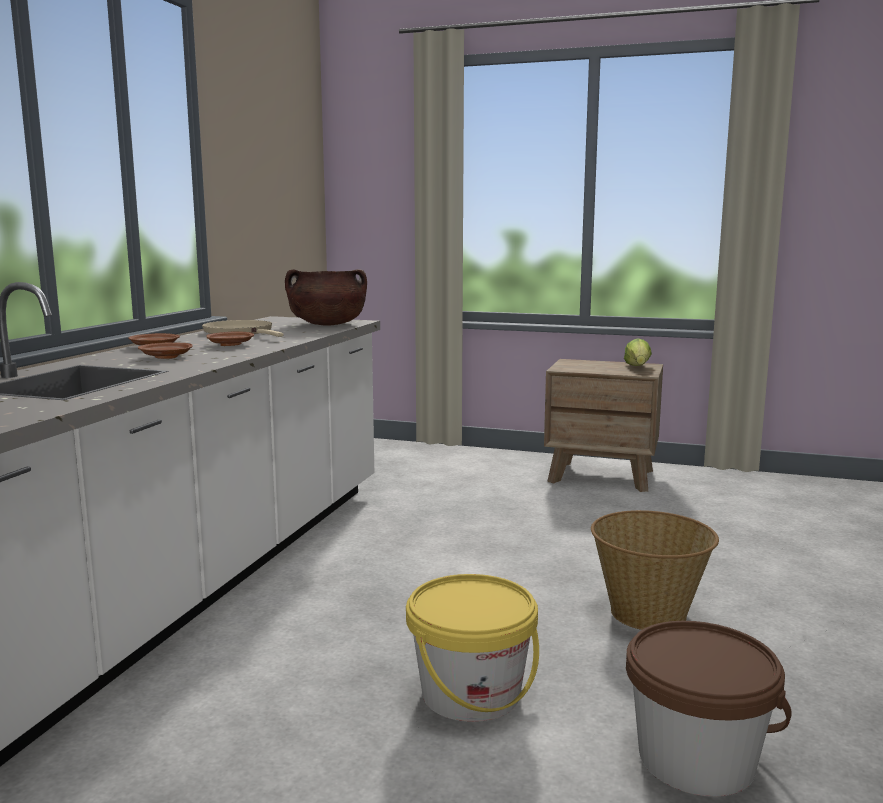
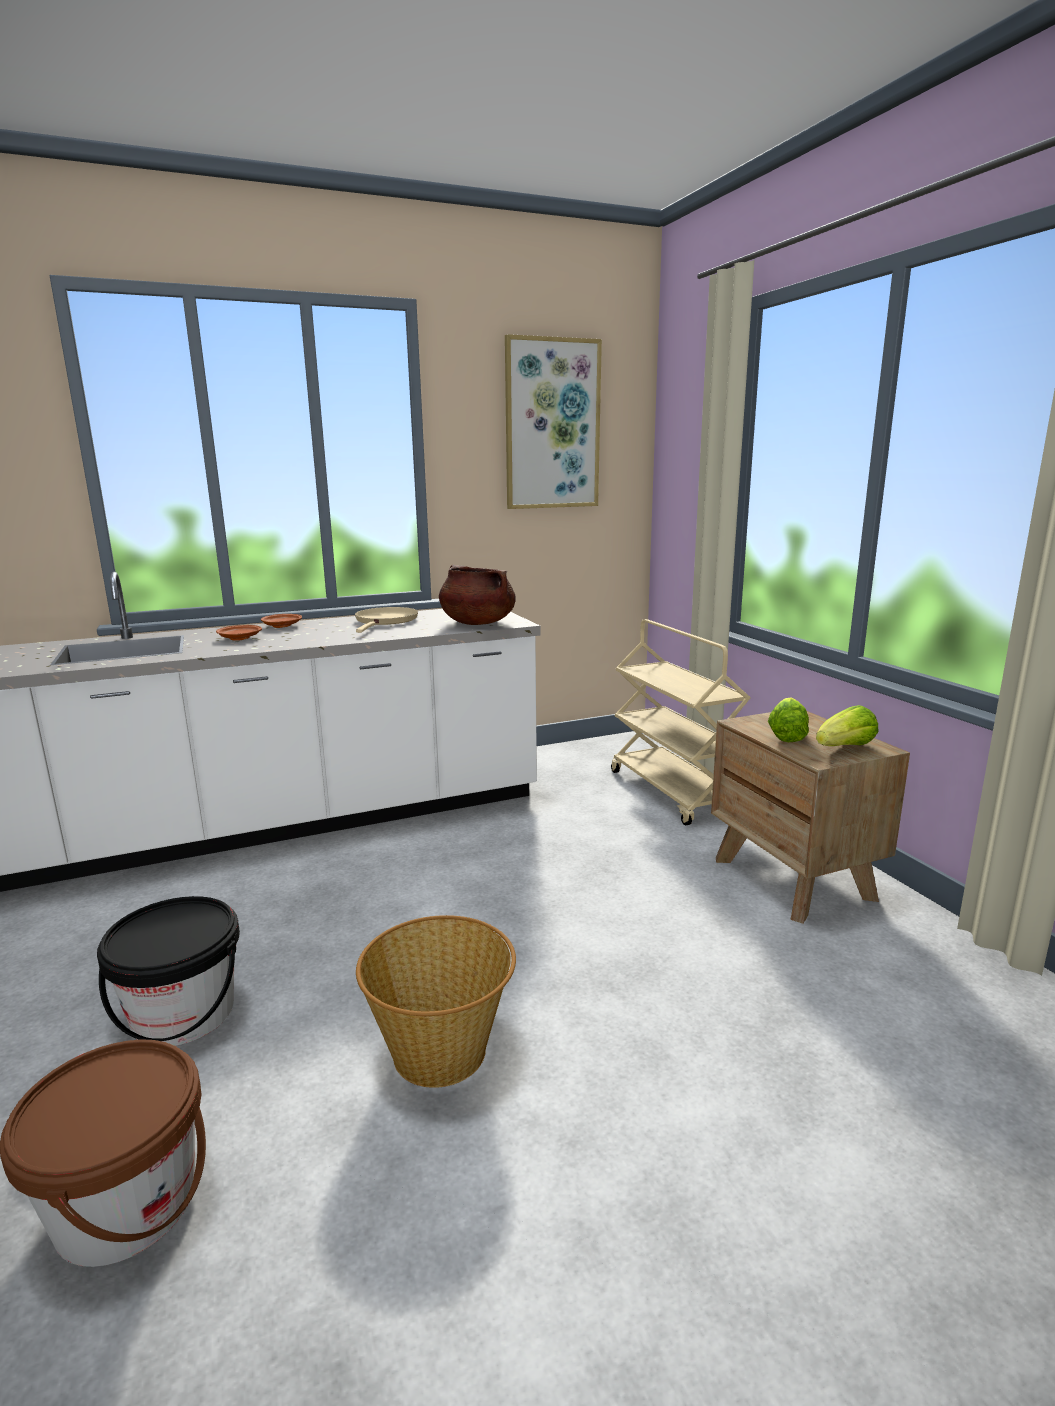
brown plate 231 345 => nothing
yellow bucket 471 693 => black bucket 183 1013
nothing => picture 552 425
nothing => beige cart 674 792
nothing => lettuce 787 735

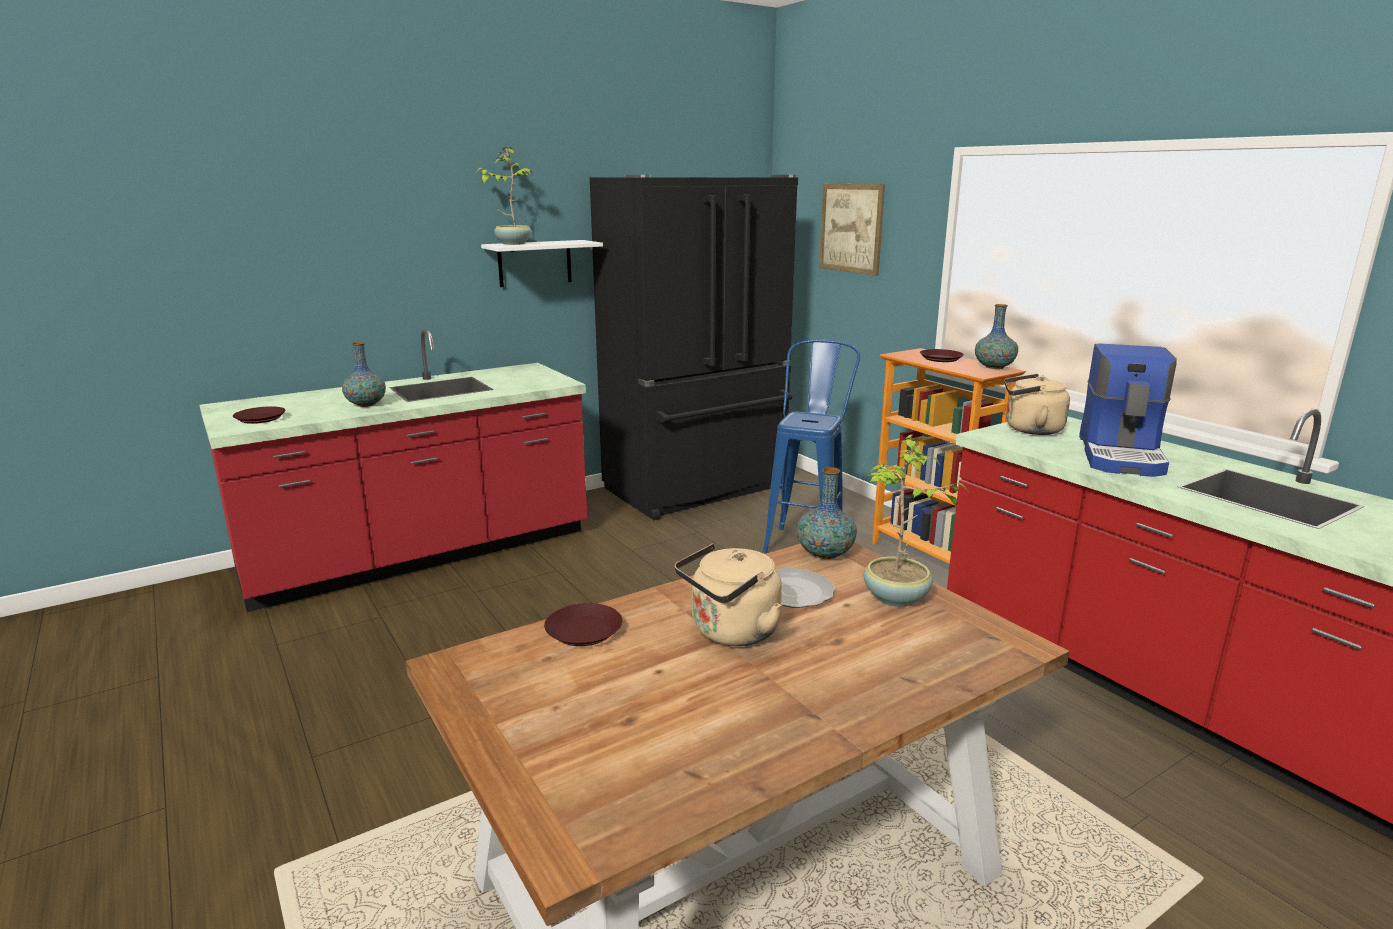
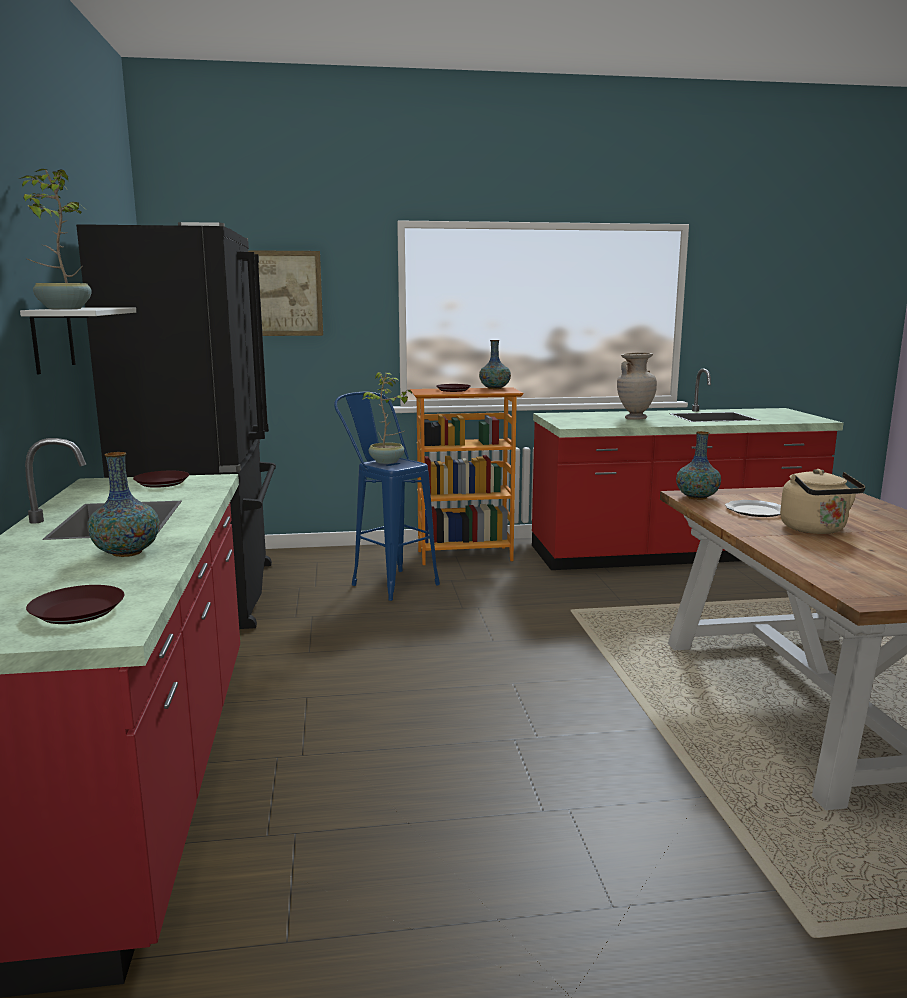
coffee machine 1122 456 => beige vase 634 418
beige kettle 1029 429 => nothing
potted plant 896 598 => potted plant 387 461, move
brown plate 583 631 => brown plate 161 483, move

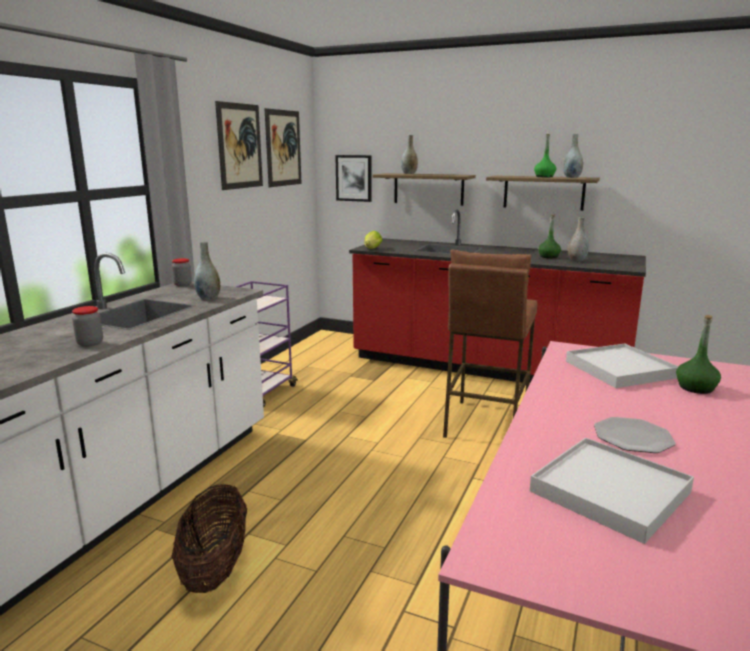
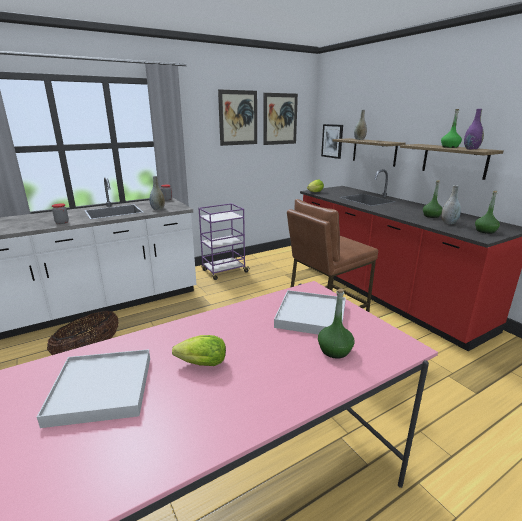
grey vase 572 177 => purple vase 471 149
plate 633 437 => lettuce 199 364
nothing => green bottle 485 231

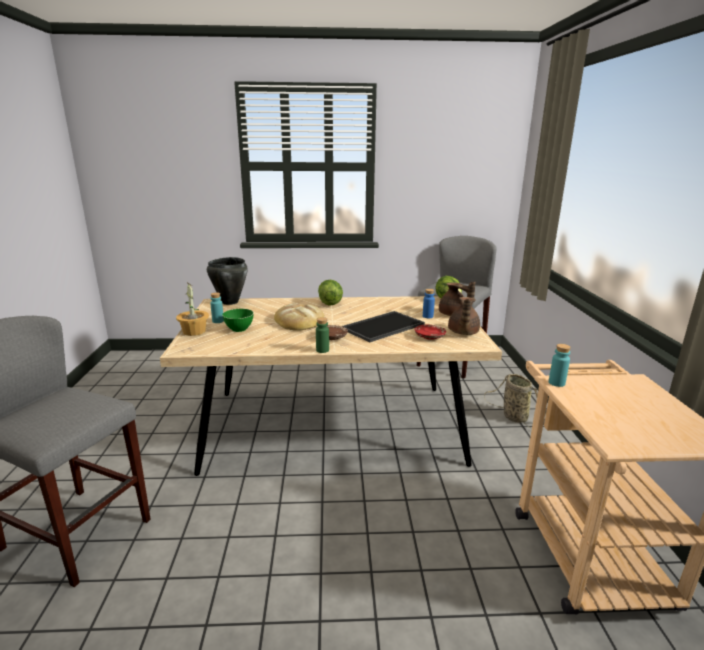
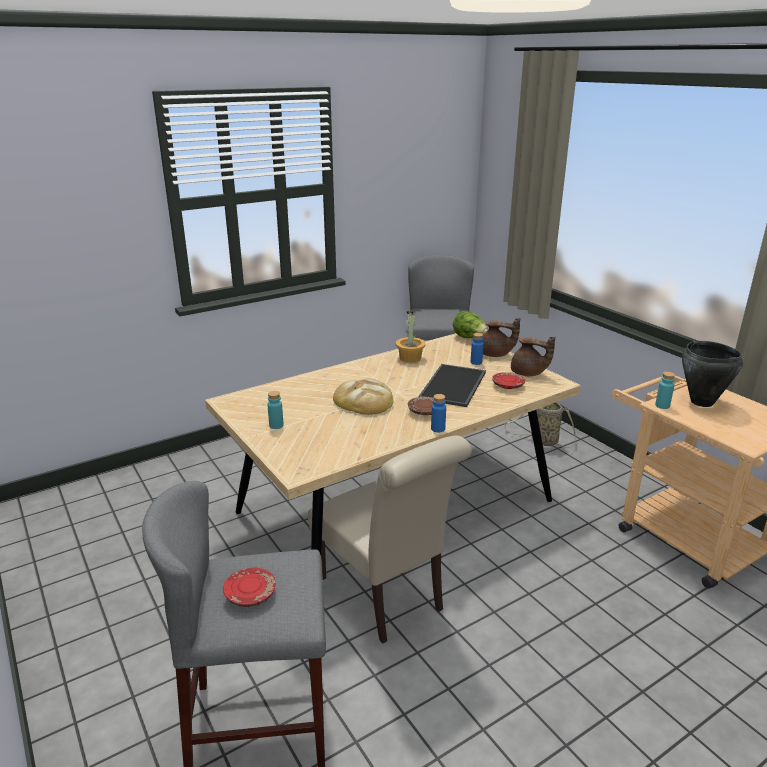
black cooking pot 229 302 => black cooking pot 701 402, move
lettuce 330 303 => nothing
potted plant 194 331 => potted plant 410 358, move
brown teapot 462 332 => brown teapot 528 373, 45 degrees counterclockwise
green bowl 239 329 => nothing
green bottle 322 350 => blue bottle 438 429
nothing => beige chair 385 597
nothing => red plate 250 594

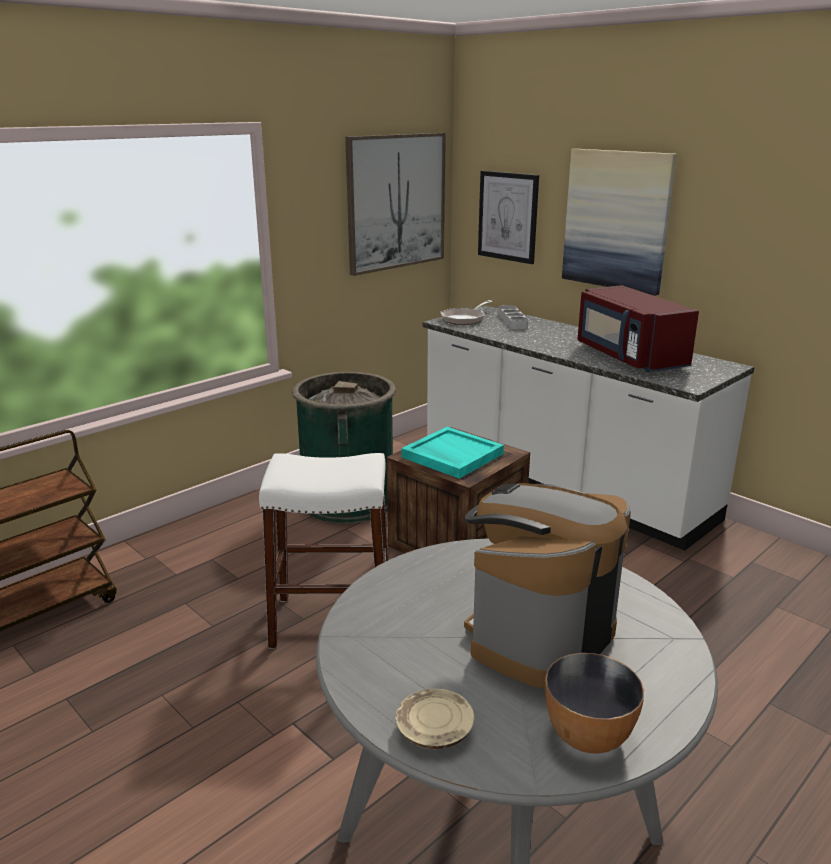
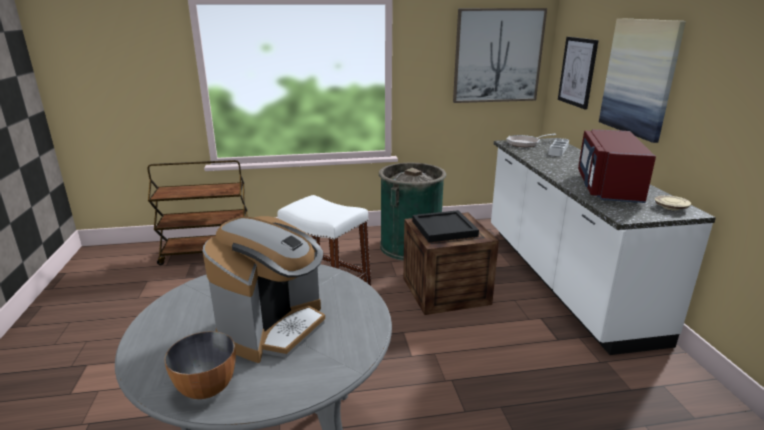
turquoise tray 451 455 => black tray 443 228
coffee machine 538 635 => coffee machine 274 327, 135 degrees clockwise
beige plate 434 730 => beige plate 670 207, move

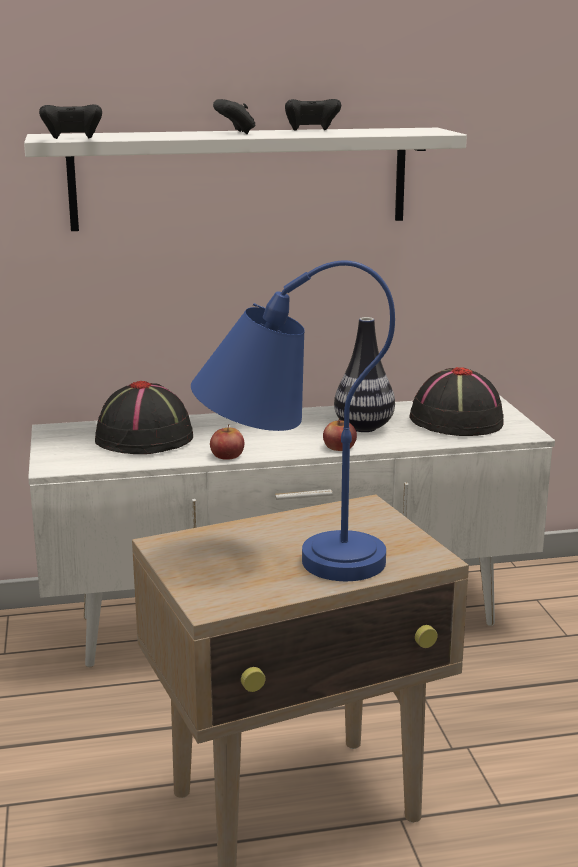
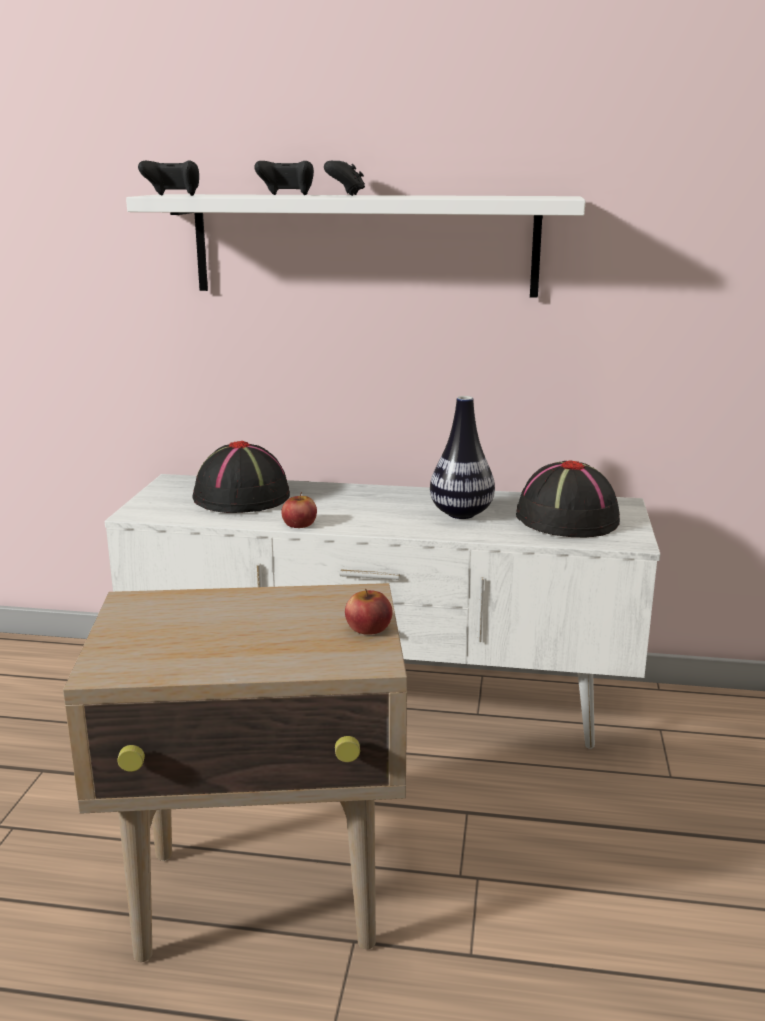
black game controller 311 131 => black game controller 287 195, move
blue table lamp 286 555 => nothing
apple 339 447 => apple 368 627, move

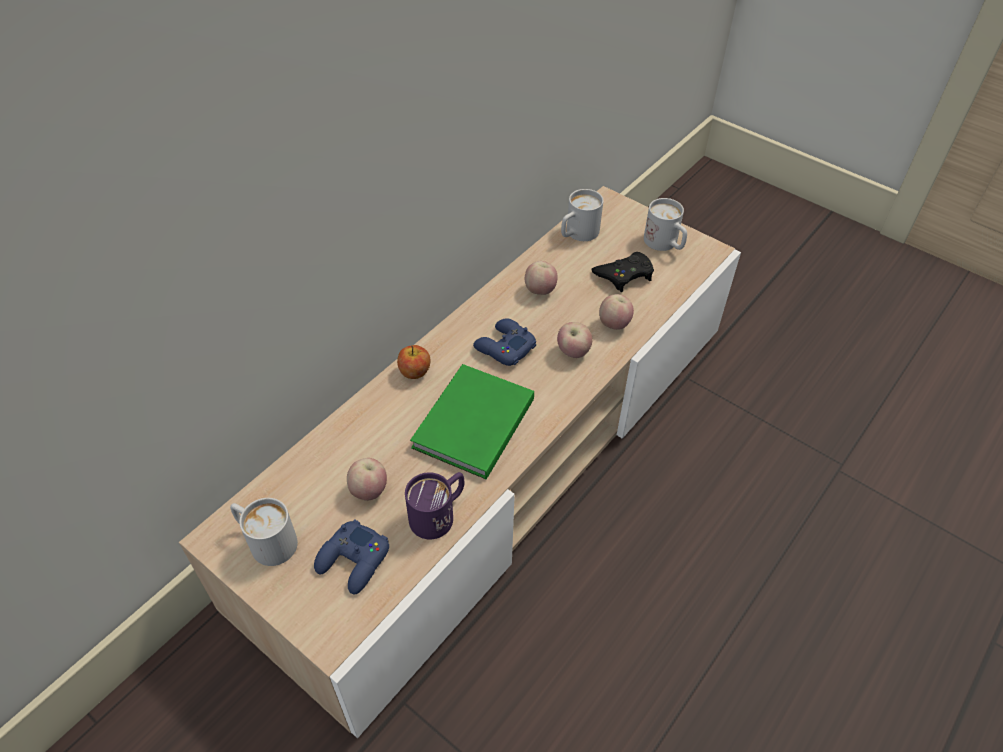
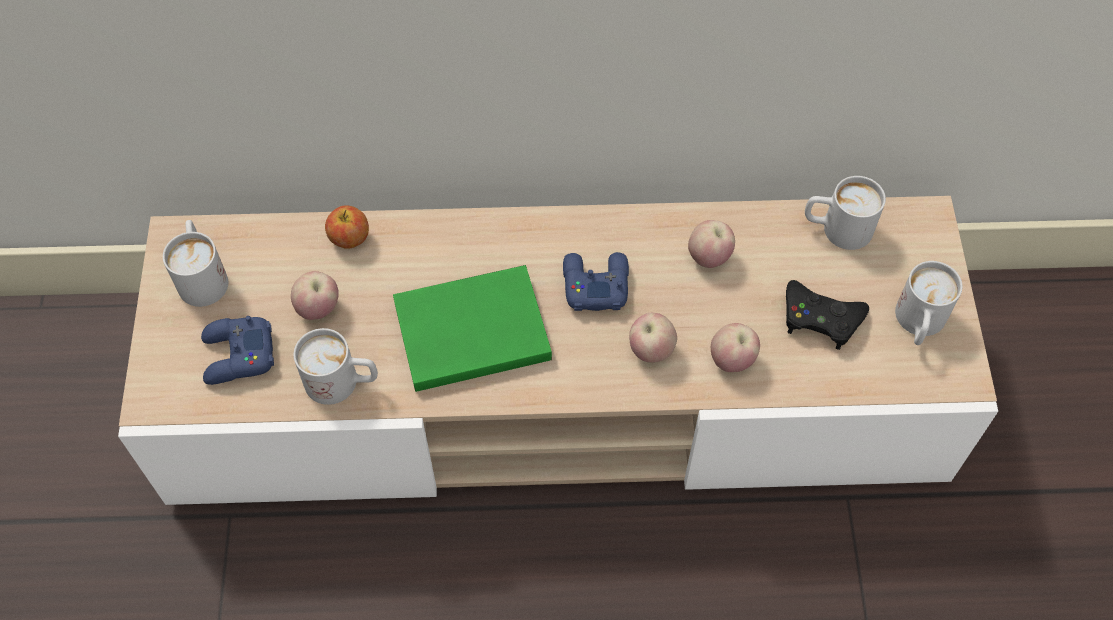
apple 415 372 => apple 349 238, move
purple mug 439 514 => white mug 342 382

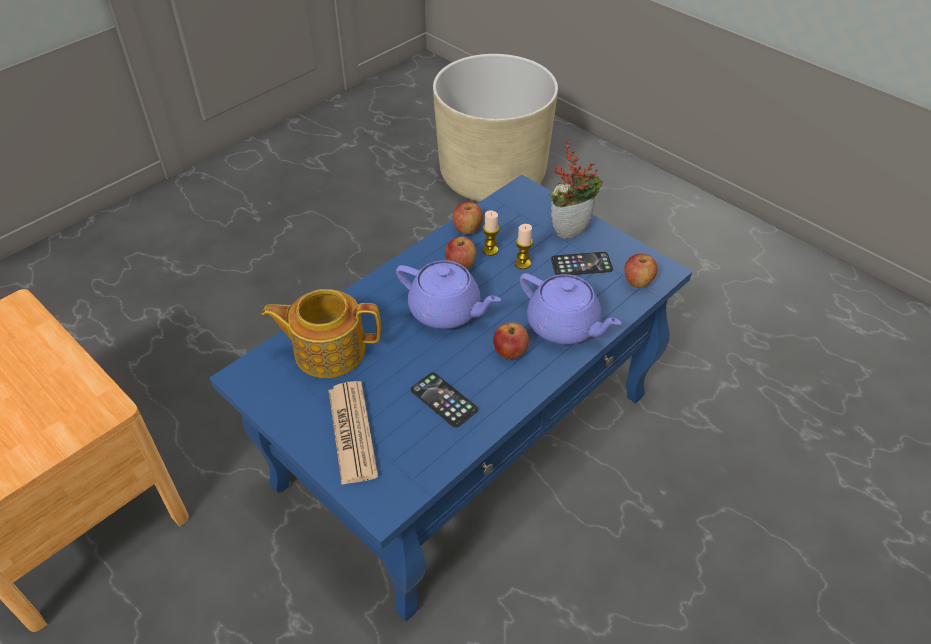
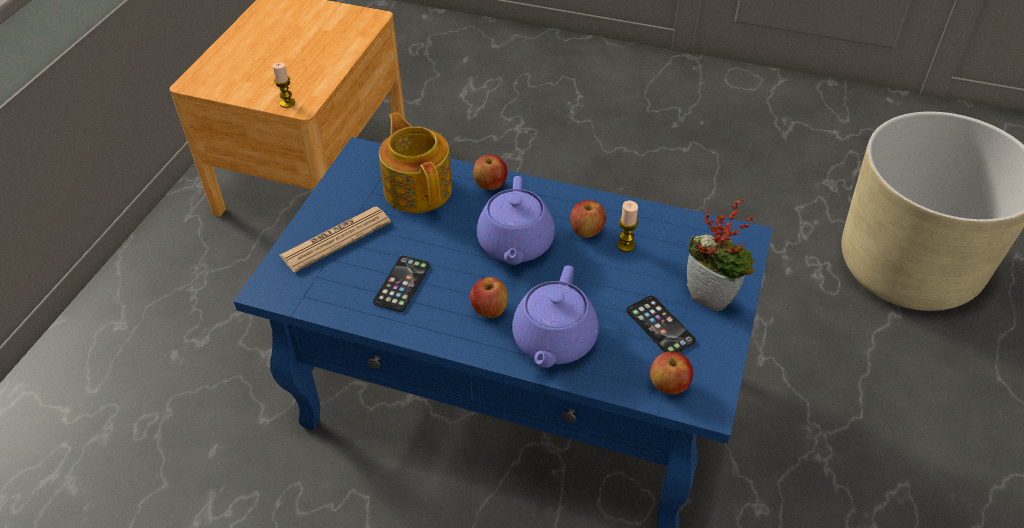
apple 467 229 => apple 490 185, move
candle 522 263 => candle 287 103, move

